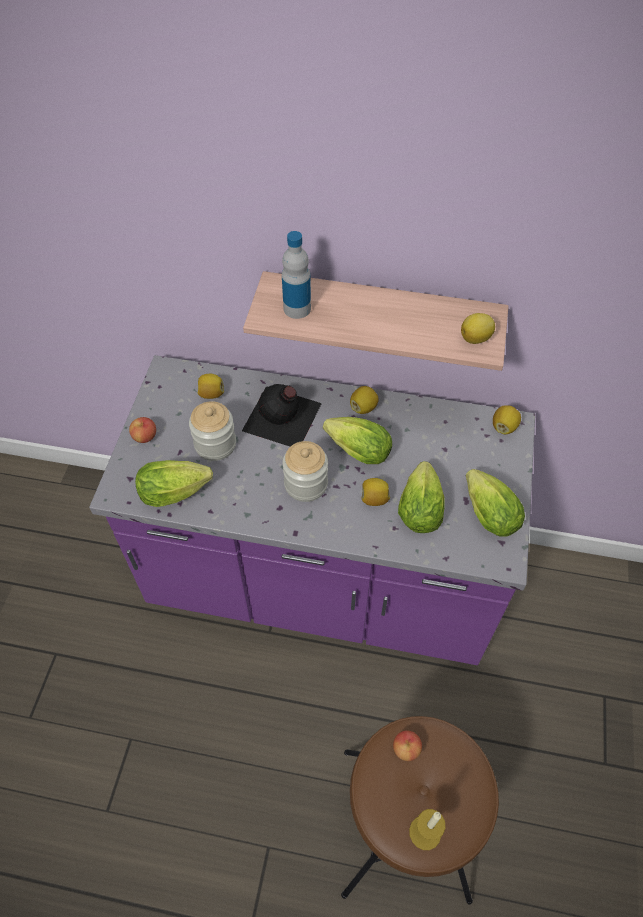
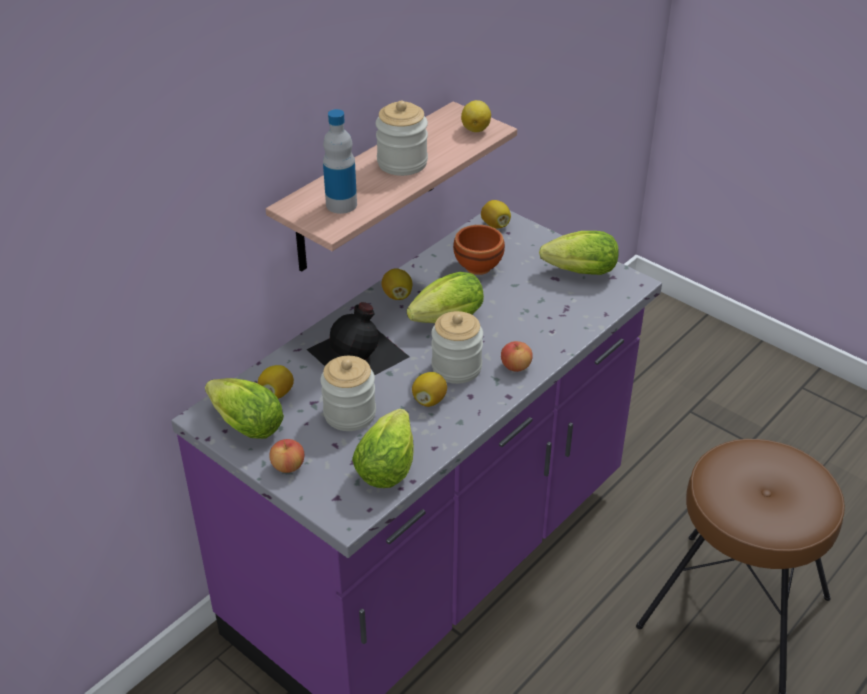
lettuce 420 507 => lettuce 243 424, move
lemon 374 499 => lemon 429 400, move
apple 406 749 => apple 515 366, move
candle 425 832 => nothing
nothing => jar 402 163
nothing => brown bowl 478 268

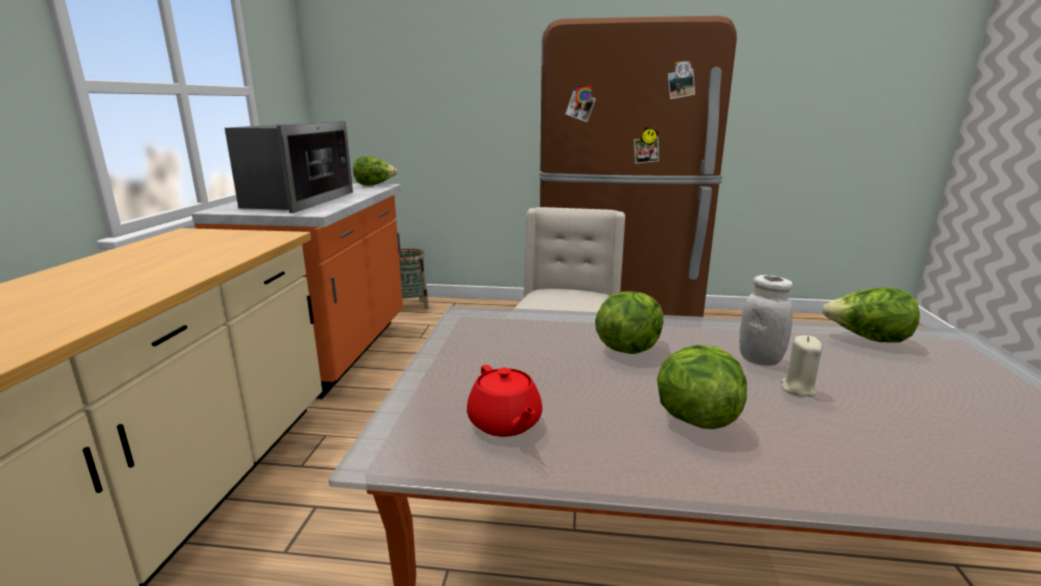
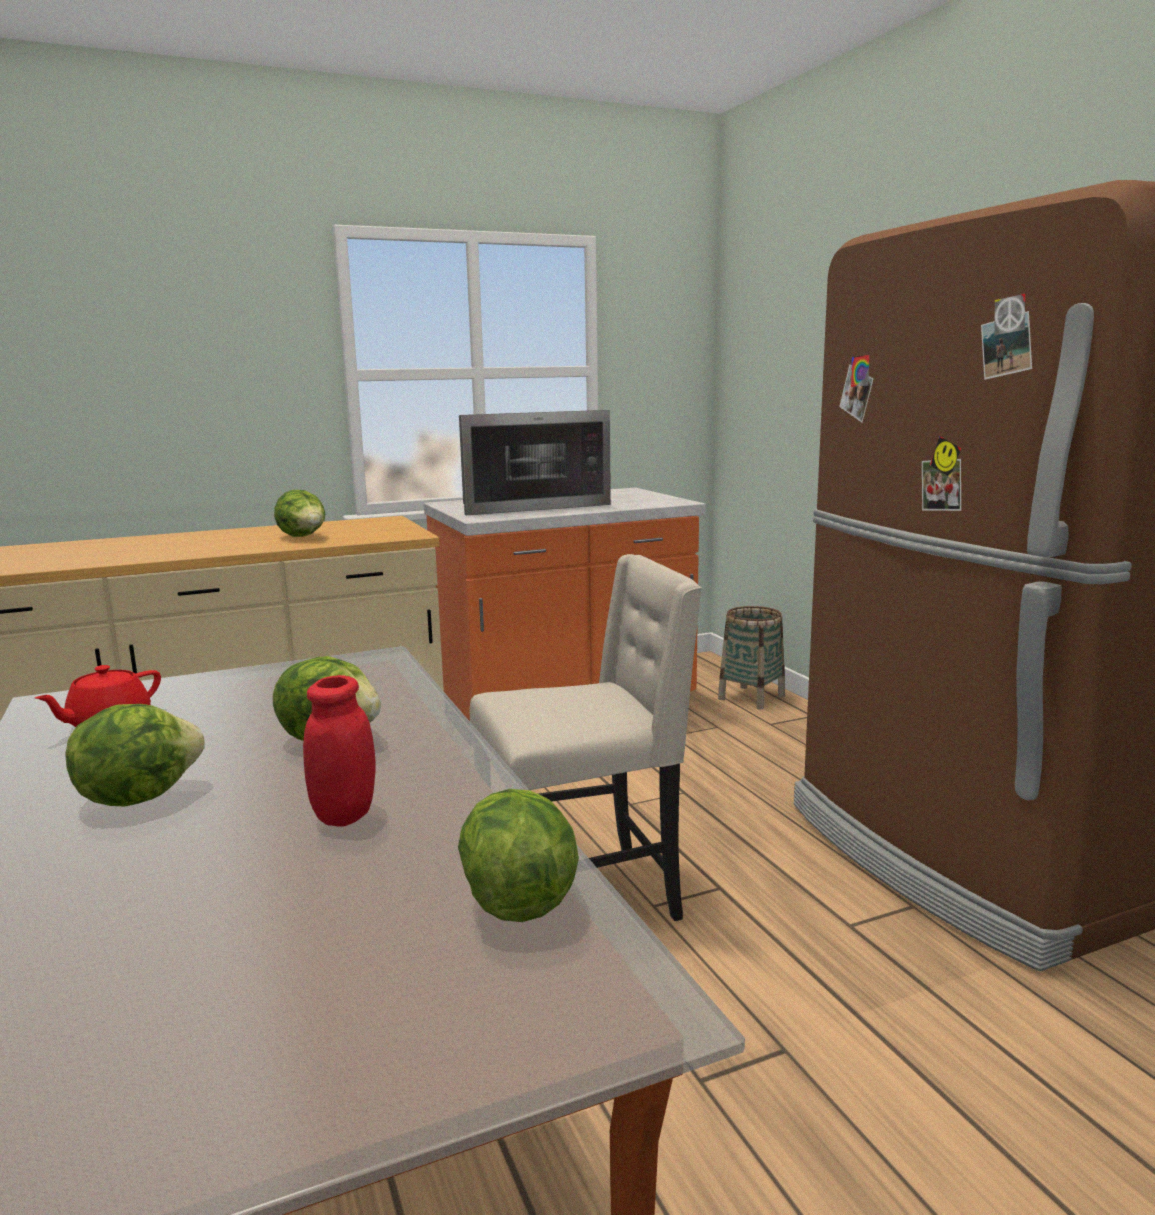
lettuce 374 185 => lettuce 304 537, move
white jar 760 359 => red jar 345 815
beige candle 798 389 => nothing

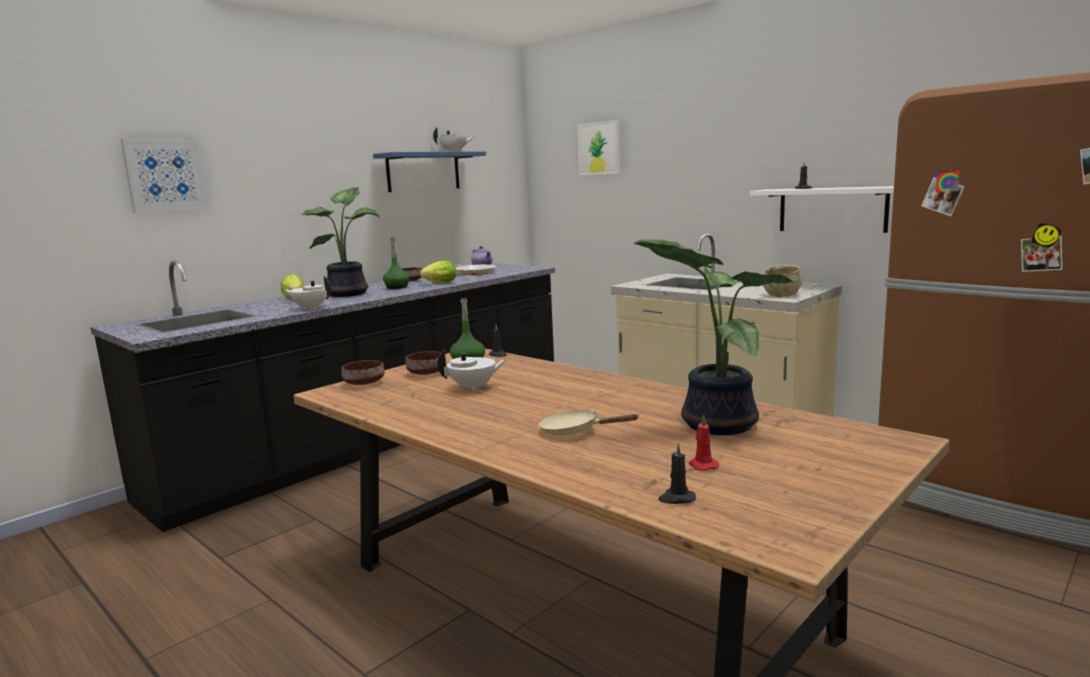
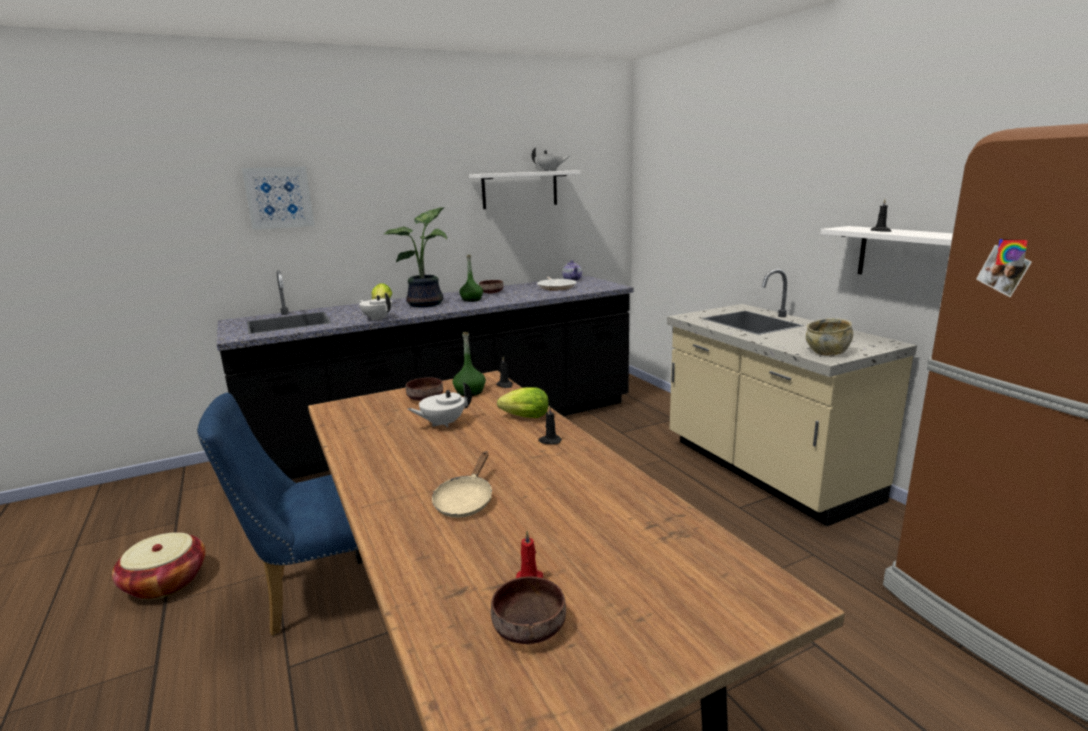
picture 599 148 => nothing
blue shelf 423 171 => white shelf 520 189
potted plant 714 423 => nothing
lettuce 438 283 => lettuce 523 417, move
white teapot 474 387 => white teapot 443 424, 150 degrees clockwise
brown bowl 364 383 => brown bowl 530 626, move
beige frying pan 575 431 => beige frying pan 465 501, 120 degrees counterclockwise
black candle 676 499 => black candle 549 441, move
nothing => blue chair 320 593
nothing => basket 165 582

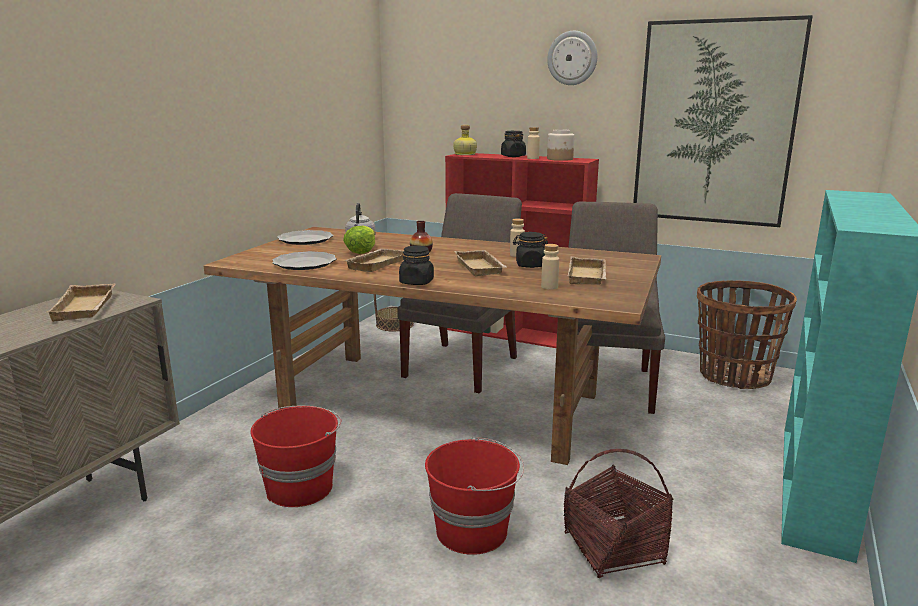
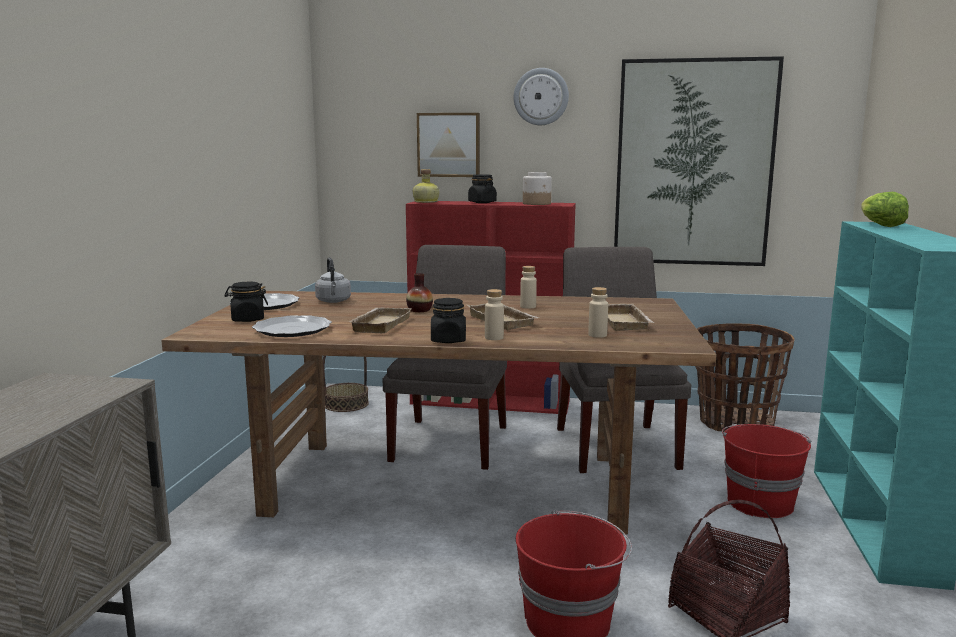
beige bottle 533 158 => beige bottle 494 338, move
lettuce 361 251 => lettuce 879 225, move
black jar 530 265 => black jar 247 319, move
beige tray 87 308 => nothing
red bucket 300 487 => red bucket 759 502, move
nothing => picture 449 145

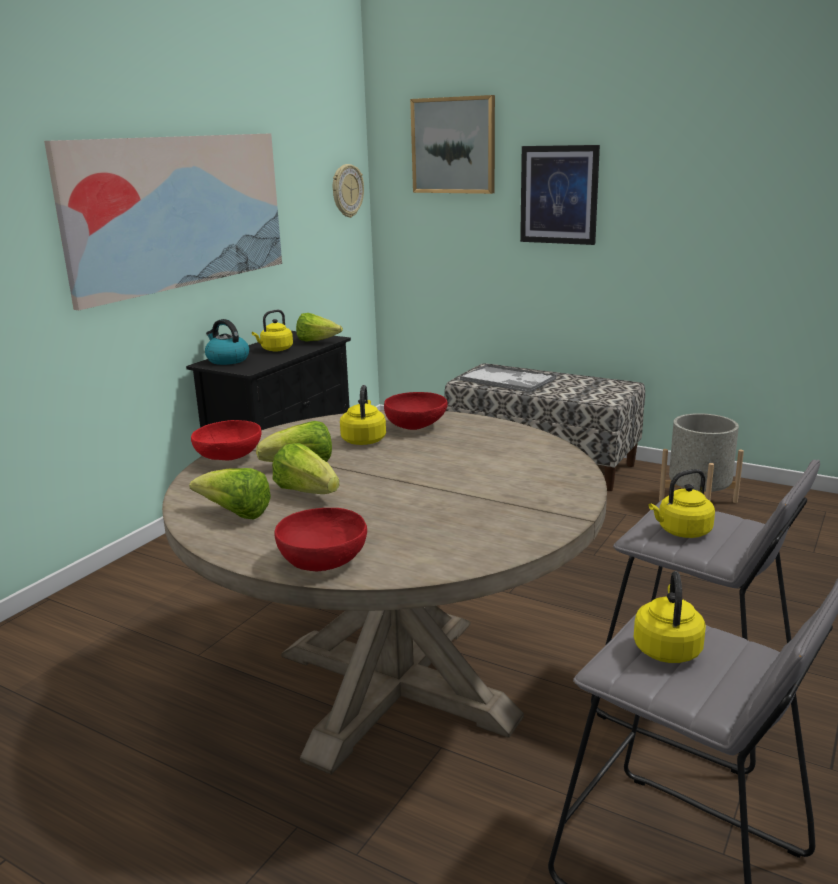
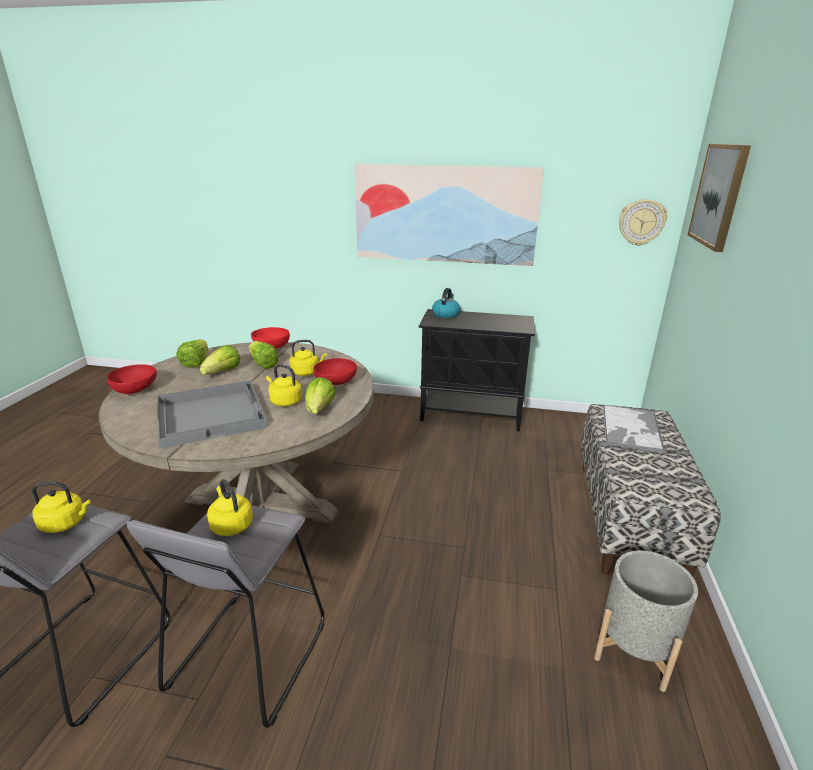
picture 559 195 => nothing
yellow kettle 275 350 => yellow kettle 284 401, move
lettuce 317 341 => lettuce 319 410, move
nothing => grey tray 211 414

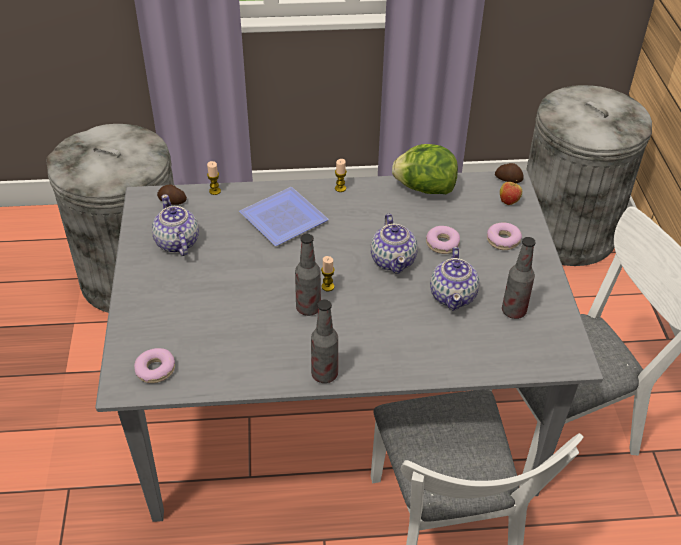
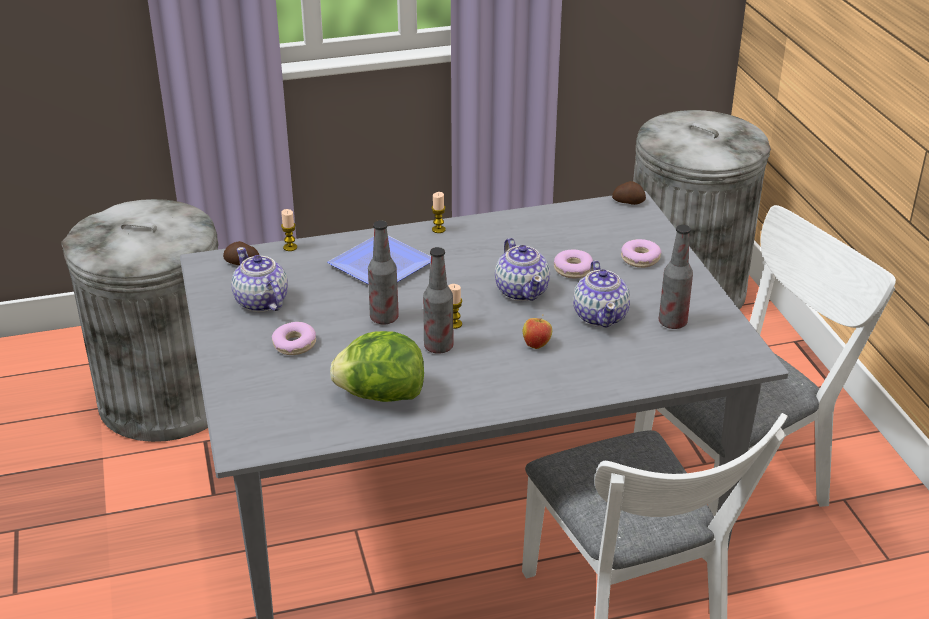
lettuce 424 189 => lettuce 381 396, move
apple 509 201 => apple 536 345, move
bottle 324 374 => bottle 384 318, move
donut 155 370 => donut 294 345, move

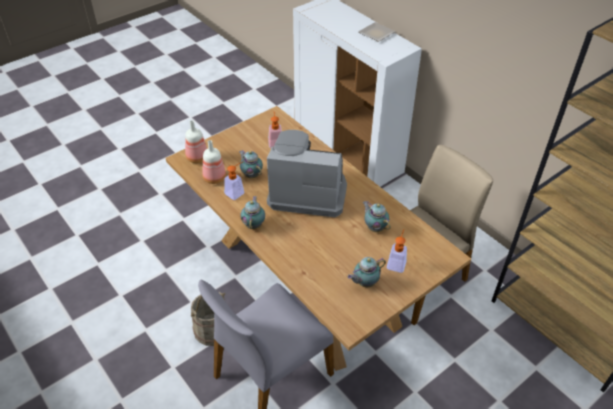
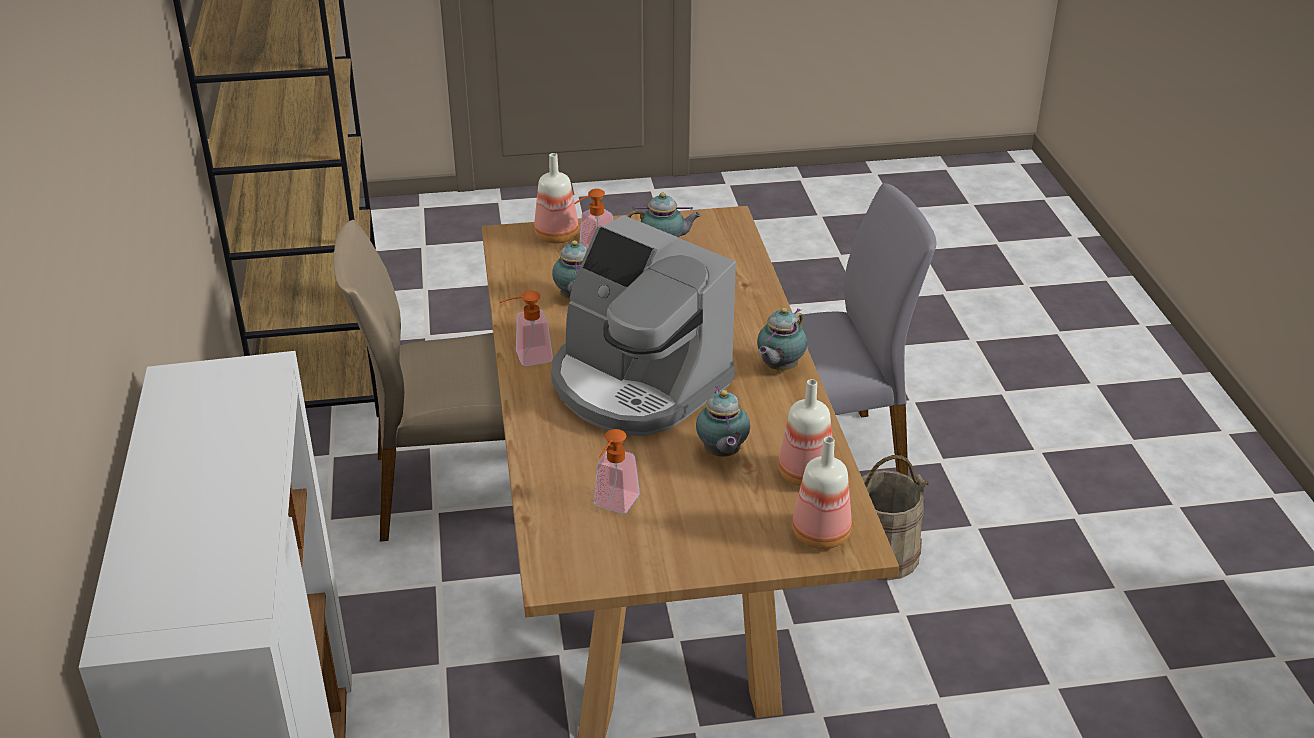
plate 377 33 => nothing
soap dispenser 237 192 => soap dispenser 527 358, move
nothing => bottle 557 237

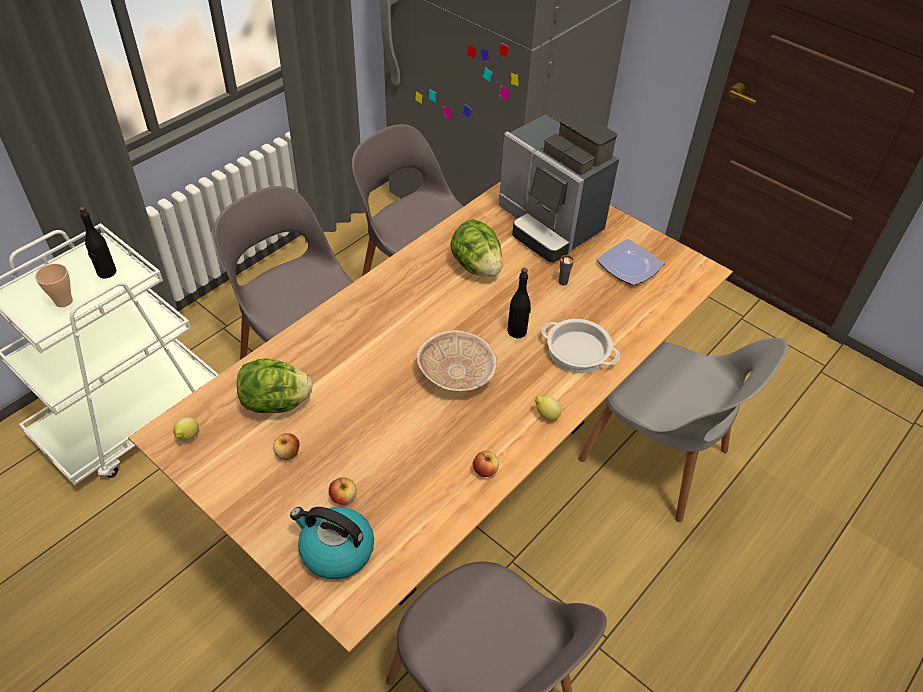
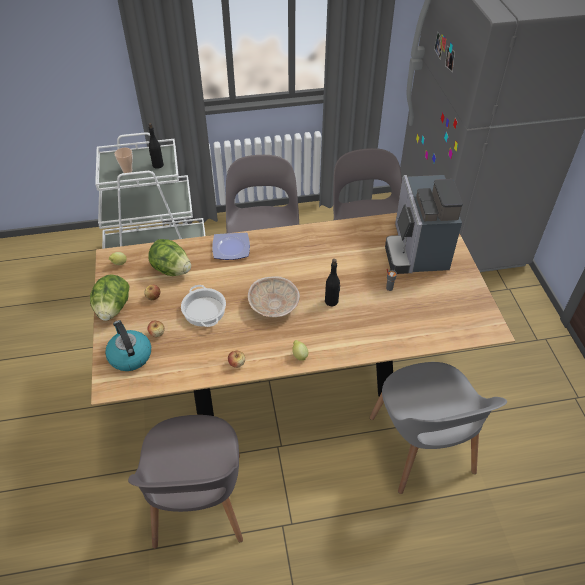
lettuce 476 266 => lettuce 113 309, move
plate 628 266 => plate 230 248, move
cooking pot 577 351 => cooking pot 203 310, move

